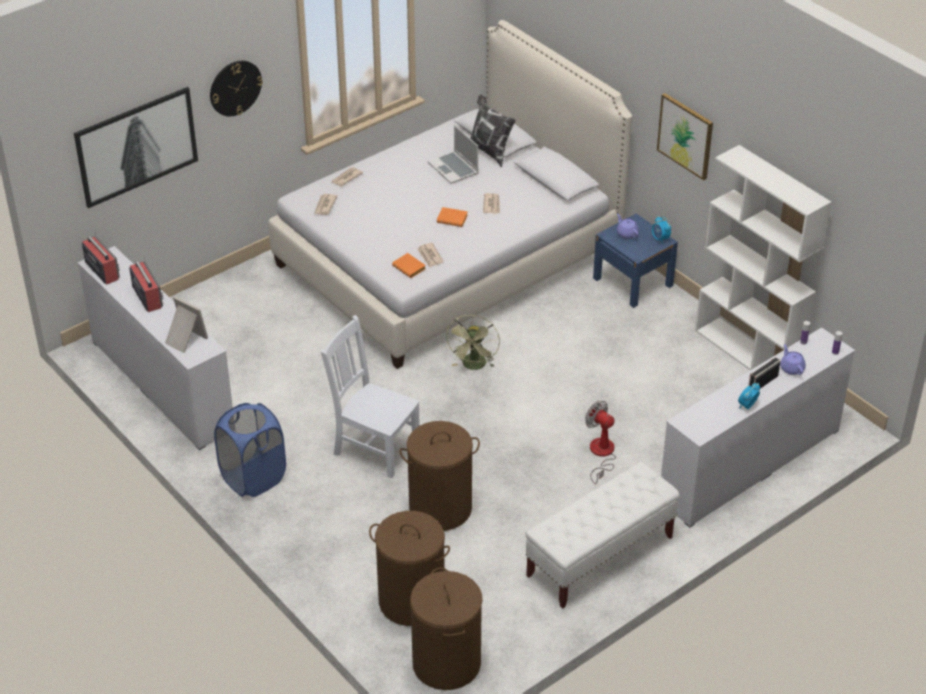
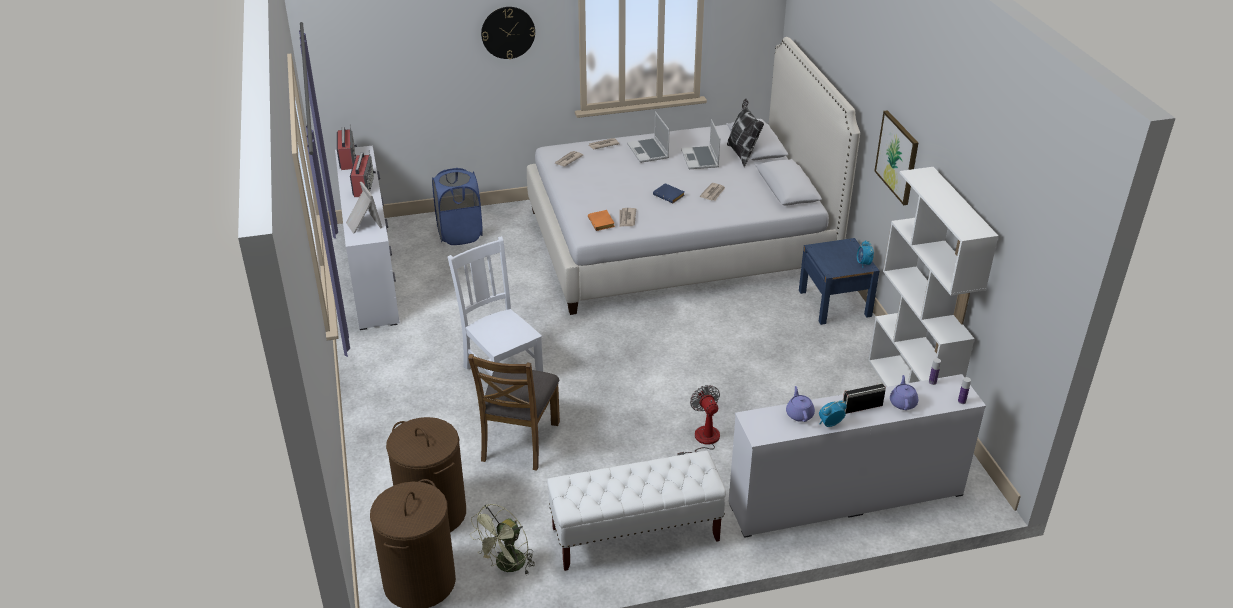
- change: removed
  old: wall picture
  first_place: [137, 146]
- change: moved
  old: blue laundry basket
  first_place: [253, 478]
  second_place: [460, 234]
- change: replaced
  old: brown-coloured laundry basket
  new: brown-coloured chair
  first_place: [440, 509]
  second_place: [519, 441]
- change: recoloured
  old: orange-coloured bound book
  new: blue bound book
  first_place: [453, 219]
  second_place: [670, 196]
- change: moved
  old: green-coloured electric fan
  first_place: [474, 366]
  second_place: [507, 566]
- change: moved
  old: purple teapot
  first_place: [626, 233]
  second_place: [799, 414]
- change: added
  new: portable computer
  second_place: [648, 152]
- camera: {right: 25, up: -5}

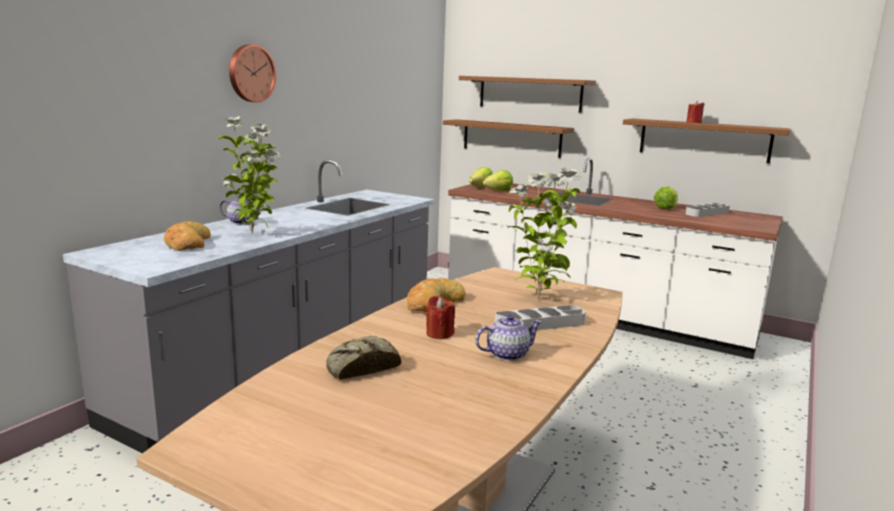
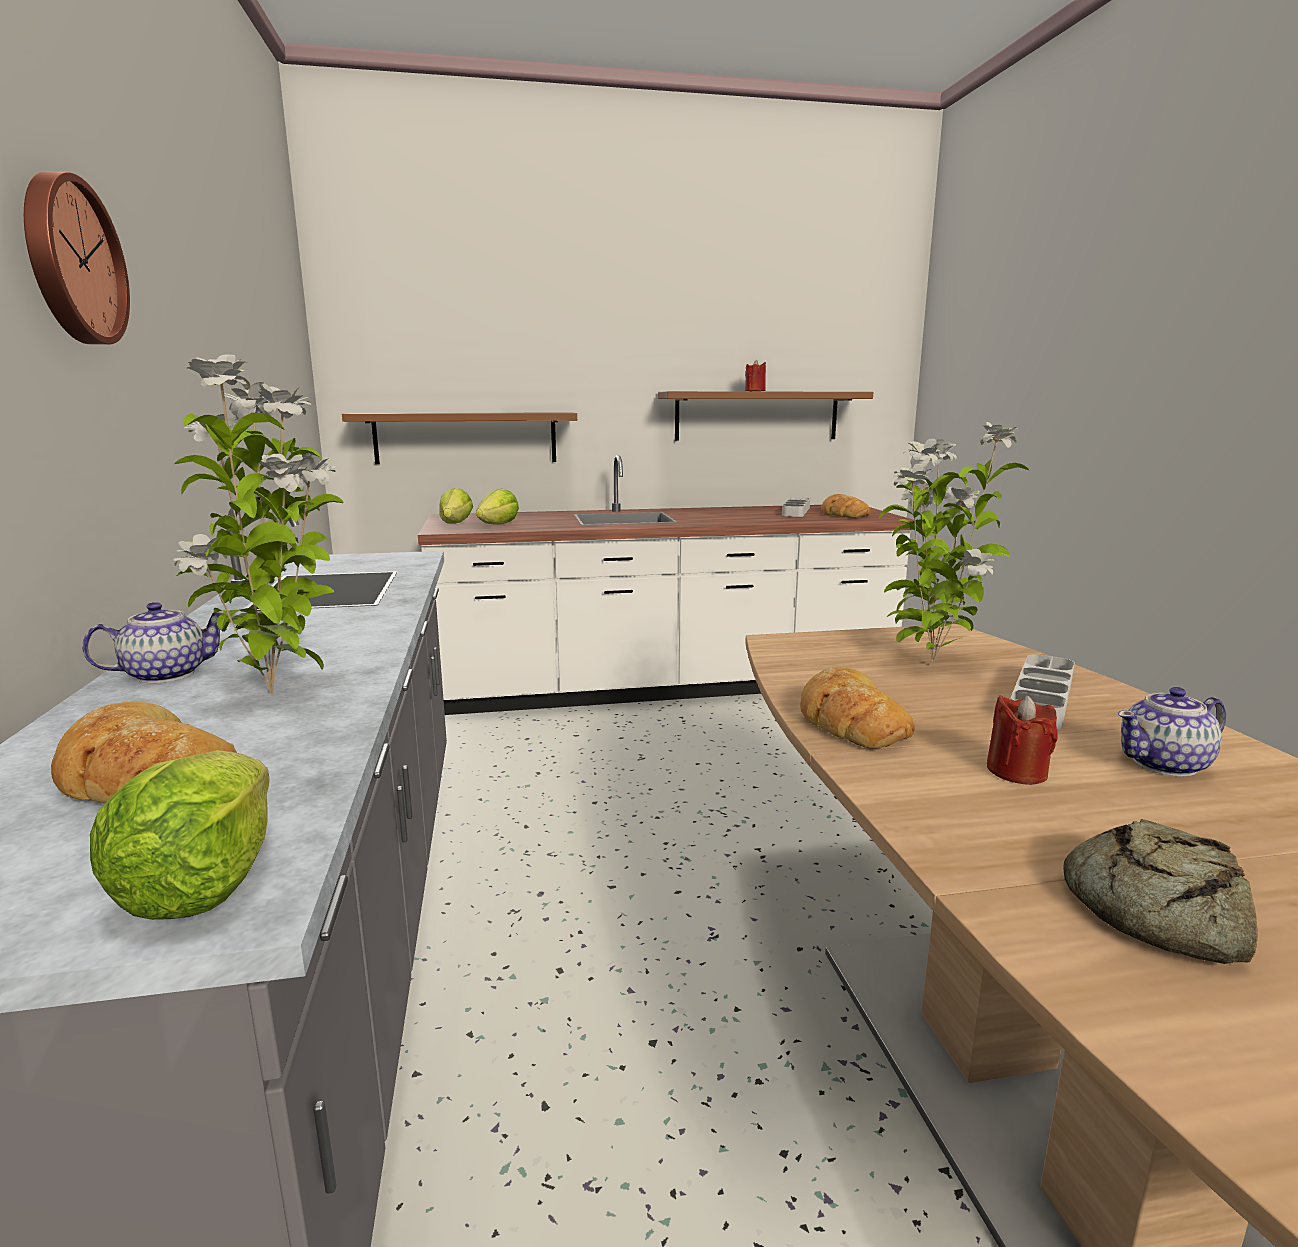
- change: removed
  old: brown-coloured bracket shelf
  first_place: [530, 93]
- change: turned
  old: teapot
  first_place: [506, 354]
  second_place: [1165, 764]
  degrees: -135
- change: moved
  old: lettuce head
  first_place: [666, 208]
  second_place: [204, 882]
- change: added
  new: bread
  second_place: [843, 514]
- camera: {right: -40, up: 0}

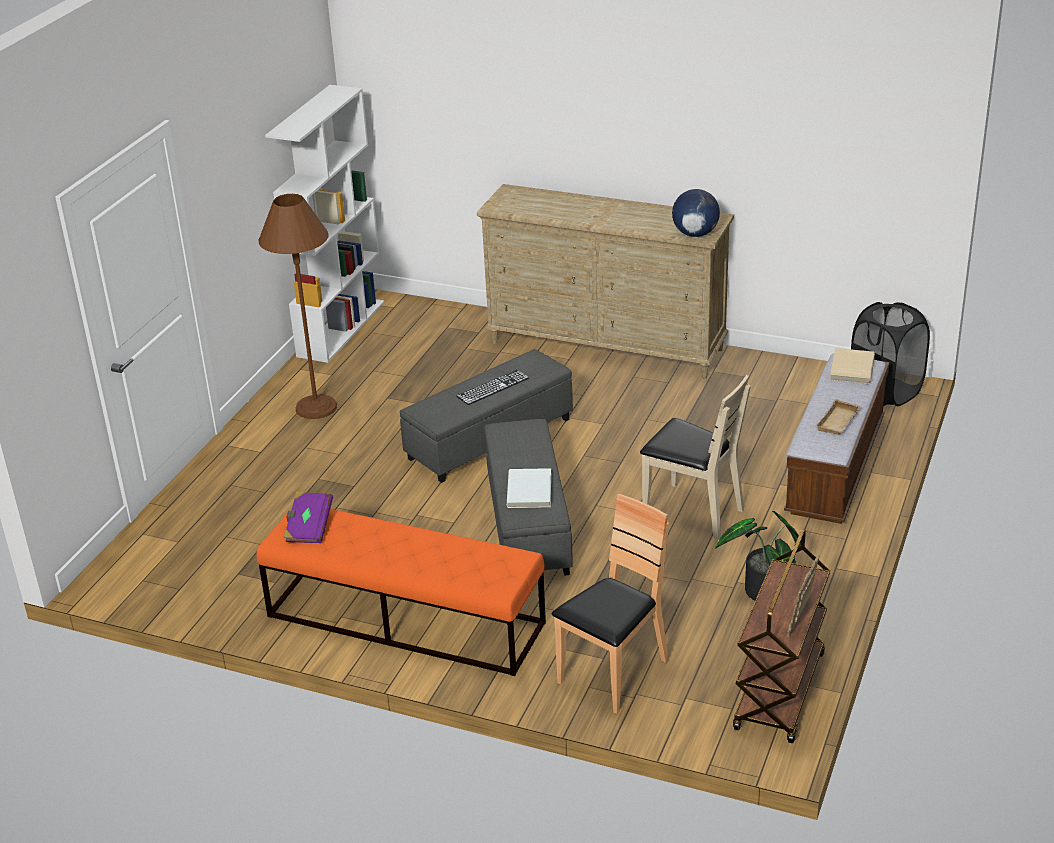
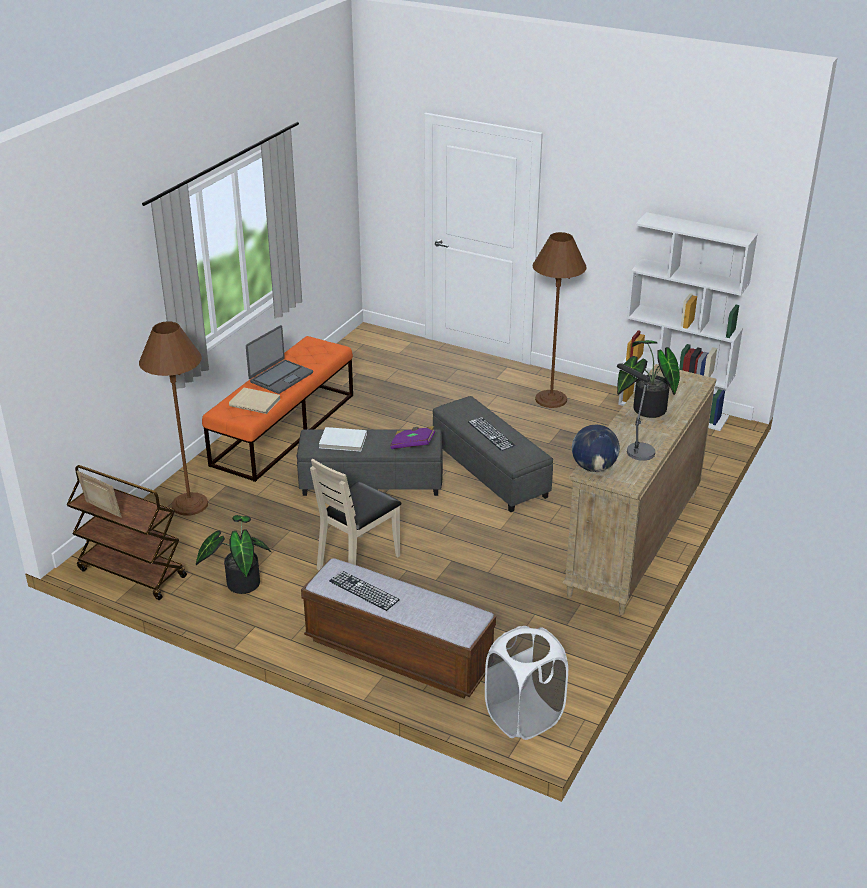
- change: moved
  old: purple bound book
  first_place: [308, 527]
  second_place: [412, 445]
- change: replaced
  old: brown-coloured chair
  new: brown-coloured standing lamp
  first_place: [614, 673]
  second_place: [189, 504]
- change: replaced
  old: beige serving tray
  new: keyboard
  first_place: [839, 422]
  second_place: [363, 590]
- change: moved
  old: beige bound book
  first_place: [851, 368]
  second_place: [255, 402]
- change: recoloured
  old: black-coloured laundry basket
  new: white-coloured laundry basket
  first_place: [885, 391]
  second_place: [524, 717]
- change: added
  new: portable computer
  second_place: [280, 377]
- change: added
  new: potted plant
  second_place: [645, 409]
- change: added
  new: tabletop lamp
  second_place: [635, 448]
- camera: {right: 95, up: 0}

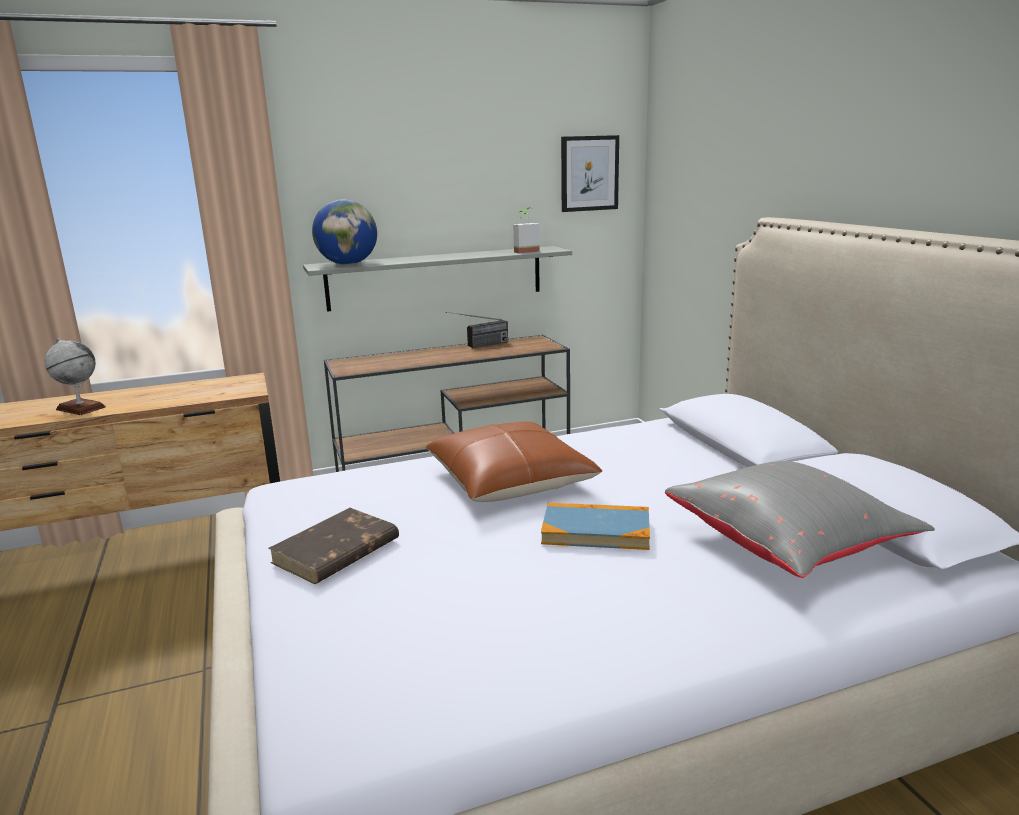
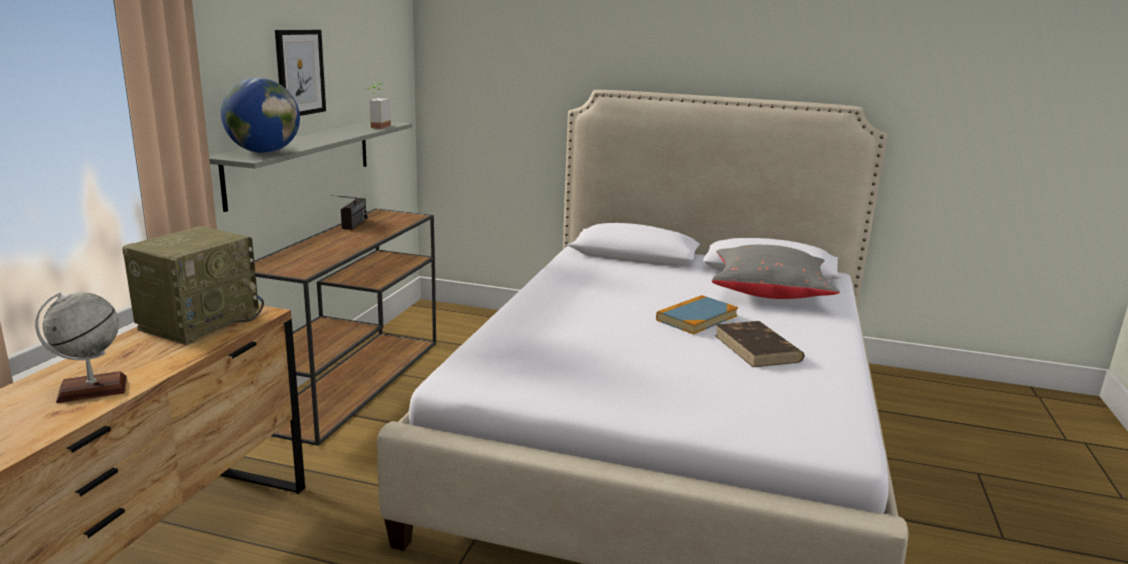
- change: moved
  old: brown-coloured bound book
  first_place: [335, 551]
  second_place: [757, 348]
- change: removed
  old: brown-coloured throw pillow
  first_place: [510, 480]
- change: moved
  old: wall picture
  first_place: [589, 173]
  second_place: [300, 72]
- change: added
  new: radio
  second_place: [199, 322]
- camera: {right: -55, up: 0}

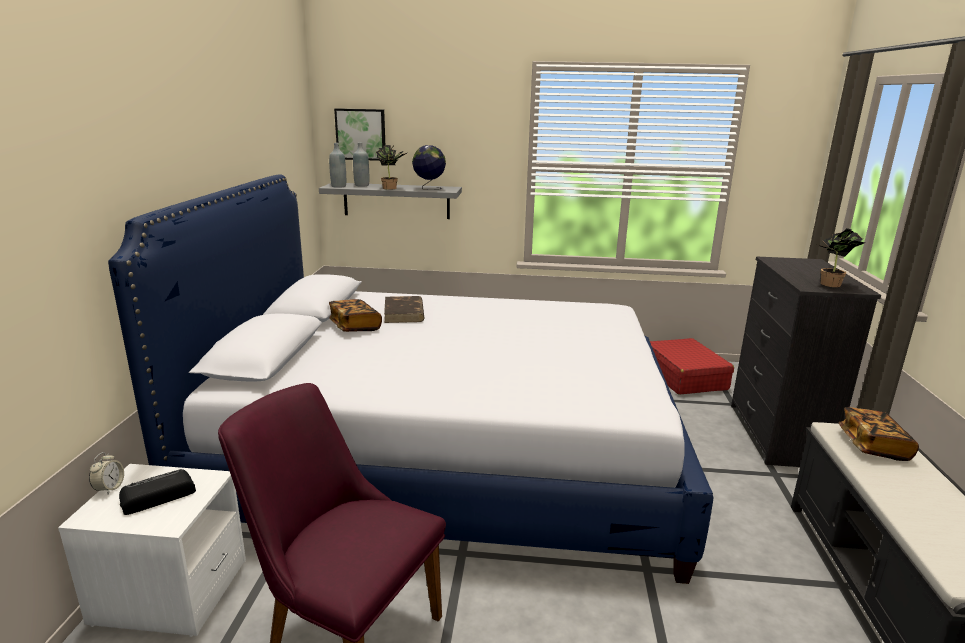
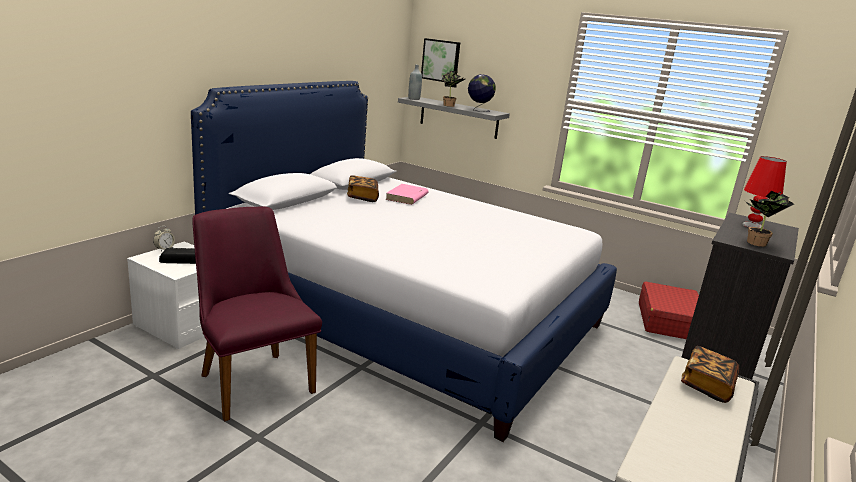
- change: removed
  old: greyish bottle
  first_place: [362, 185]
- change: recoloured
  old: brown-coloured bound book
  new: pinkish bound book
  first_place: [404, 313]
  second_place: [407, 197]
- change: added
  new: reddish tabletop lamp
  second_place: [752, 226]
- camera: {right: 25, up: 0}

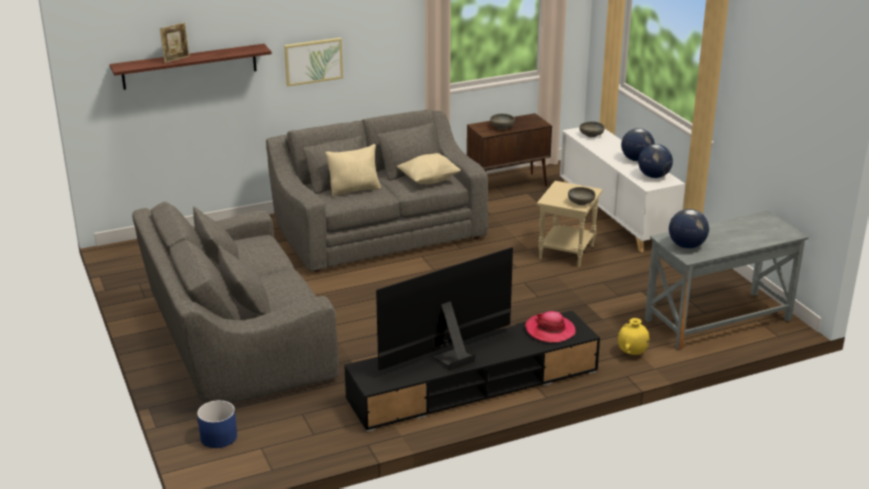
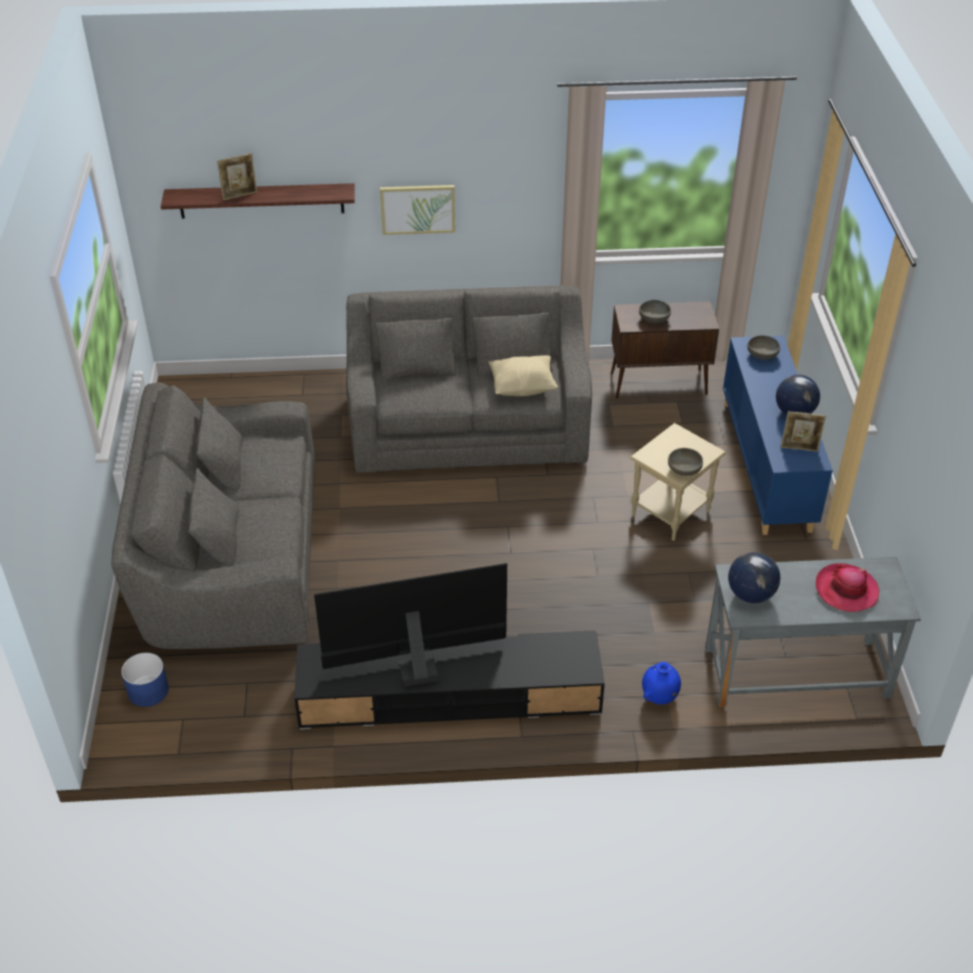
- change: removed
  old: beige throw pillow
  first_place: [354, 189]
- change: moved
  old: wearable hat
  first_place: [550, 330]
  second_place: [846, 590]
- change: recoloured
  old: white-coloured storage cabinet
  new: blue storage cabinet
  first_place: [616, 215]
  second_place: [766, 465]
- change: recoloured
  old: yellow vase
  new: blue vase
  first_place: [632, 353]
  second_place: [659, 697]
- change: replaced
  old: world globe
  new: photo frame
  first_place: [654, 176]
  second_place: [799, 448]
- camera: {right: 20, up: 15}

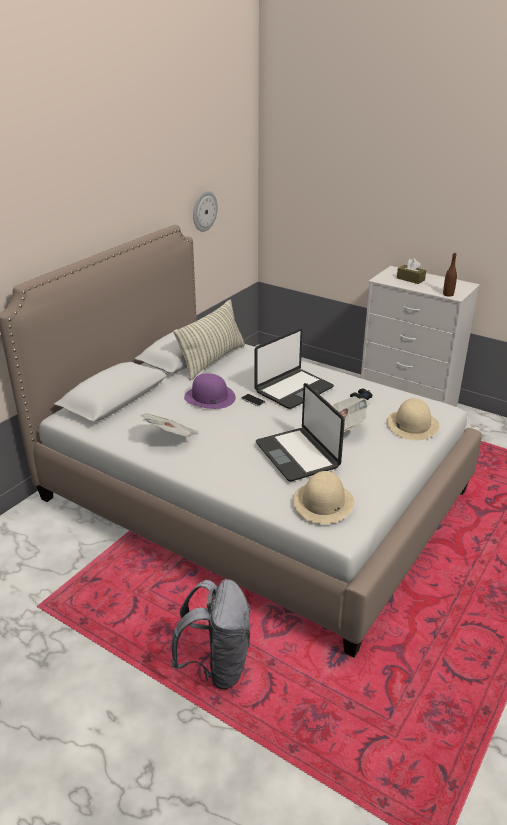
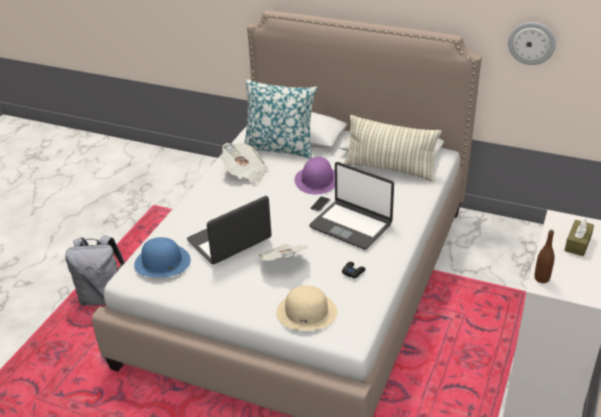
- change: recoloured
  old: beige wearable hat
  new: blue wearable hat
  first_place: [323, 502]
  second_place: [162, 262]
- change: added
  new: throw pillow
  second_place: [280, 148]
- camera: {right: 80, up: 5}

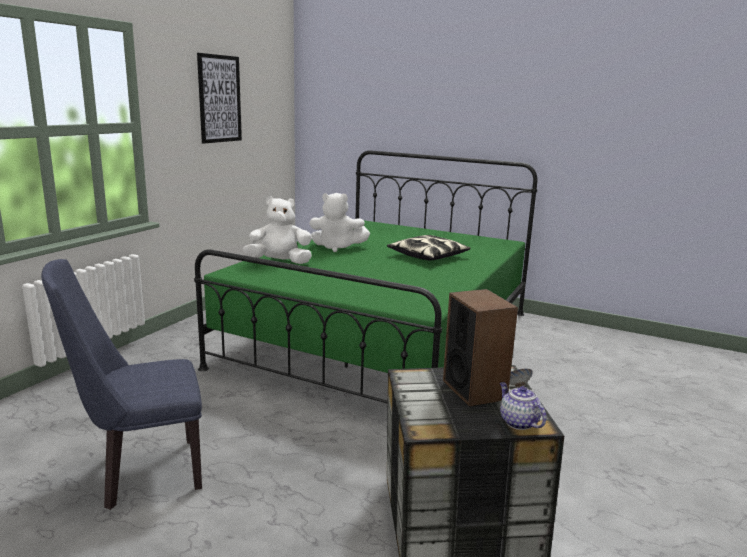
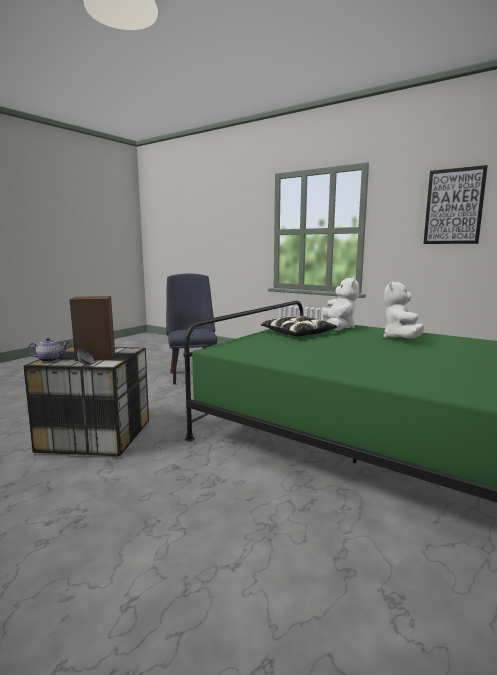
- change: moved
  old: throw pillow
  first_place: [428, 256]
  second_place: [298, 333]
- camera: {right: 100, up: -5}

